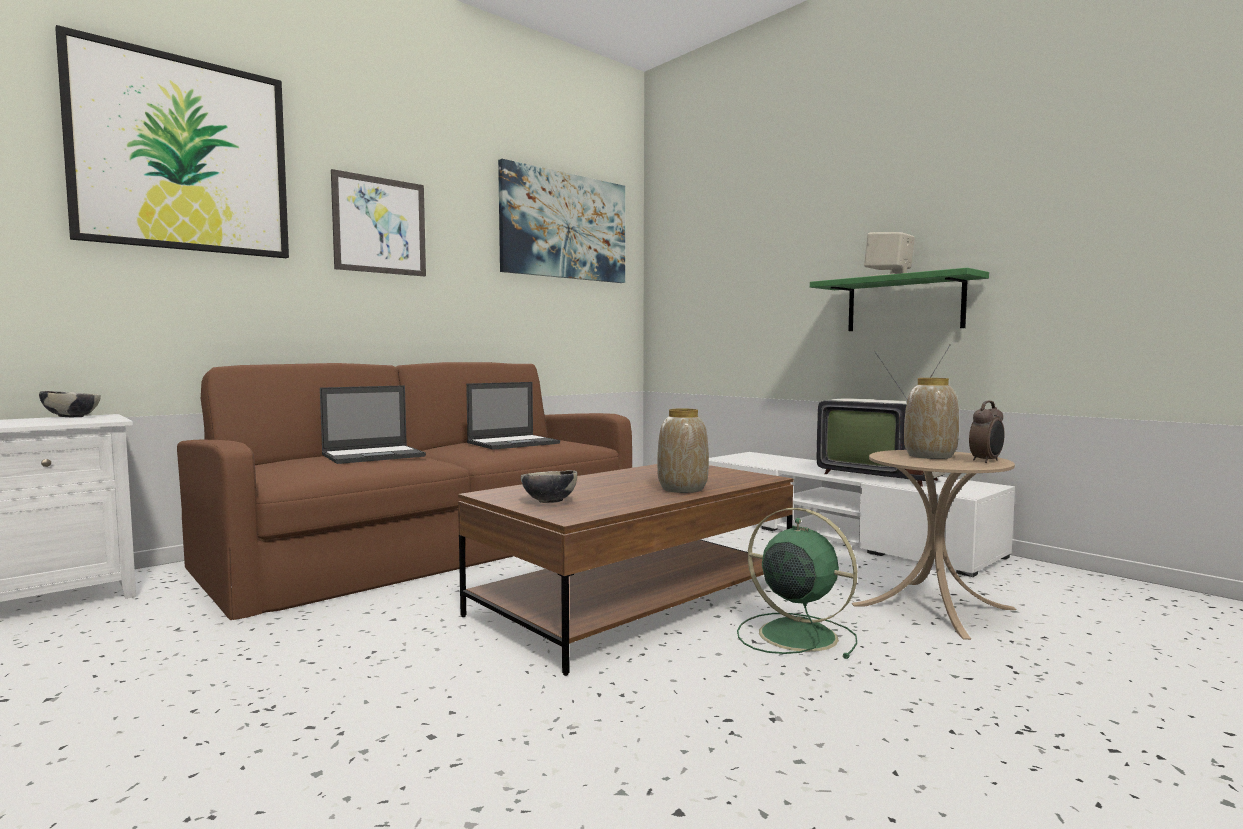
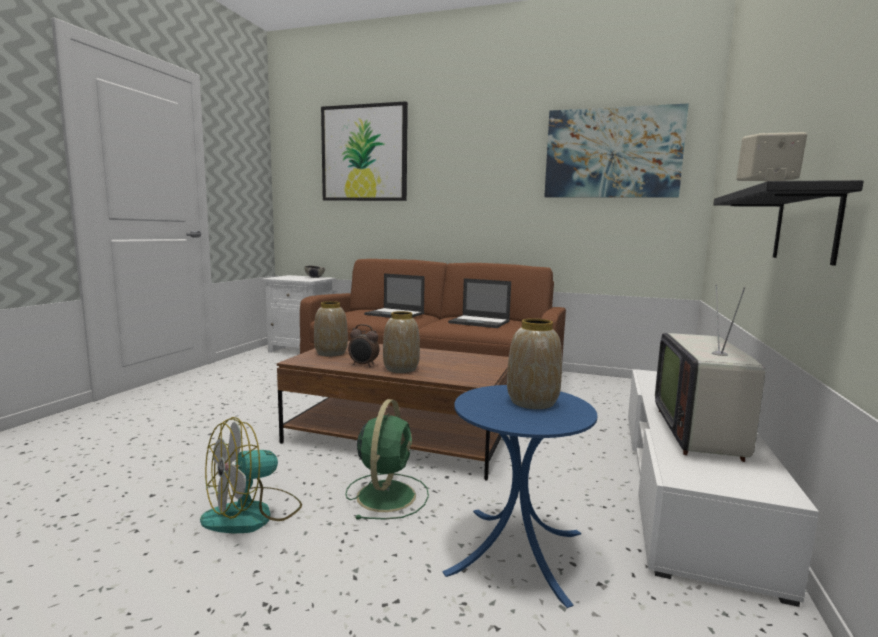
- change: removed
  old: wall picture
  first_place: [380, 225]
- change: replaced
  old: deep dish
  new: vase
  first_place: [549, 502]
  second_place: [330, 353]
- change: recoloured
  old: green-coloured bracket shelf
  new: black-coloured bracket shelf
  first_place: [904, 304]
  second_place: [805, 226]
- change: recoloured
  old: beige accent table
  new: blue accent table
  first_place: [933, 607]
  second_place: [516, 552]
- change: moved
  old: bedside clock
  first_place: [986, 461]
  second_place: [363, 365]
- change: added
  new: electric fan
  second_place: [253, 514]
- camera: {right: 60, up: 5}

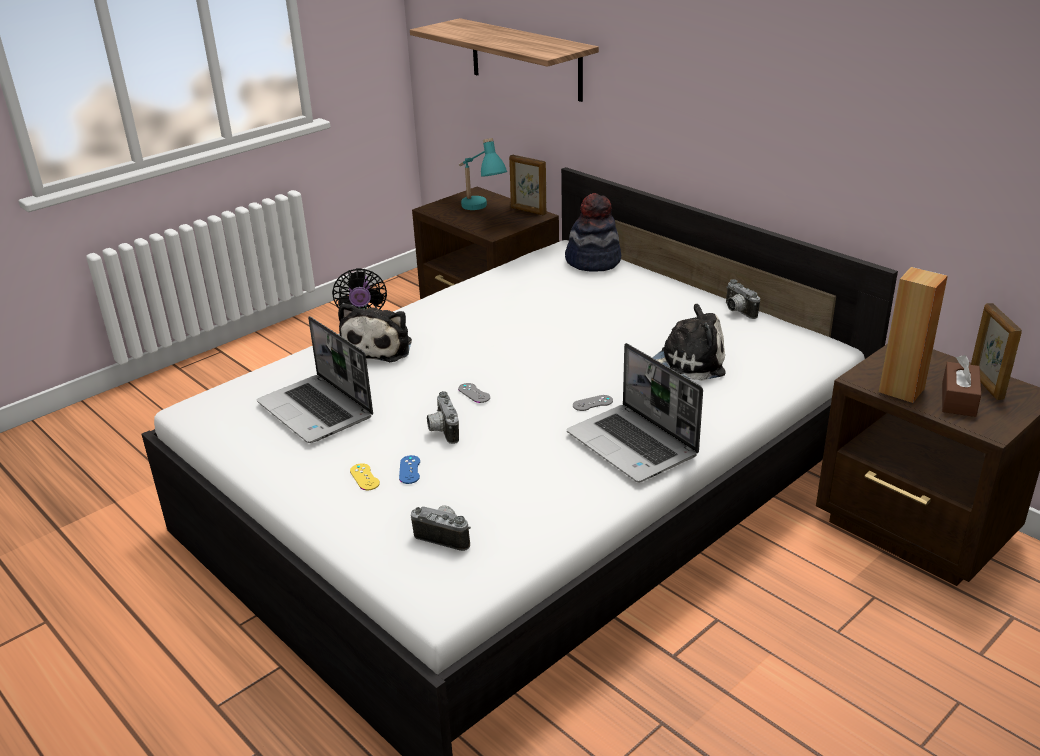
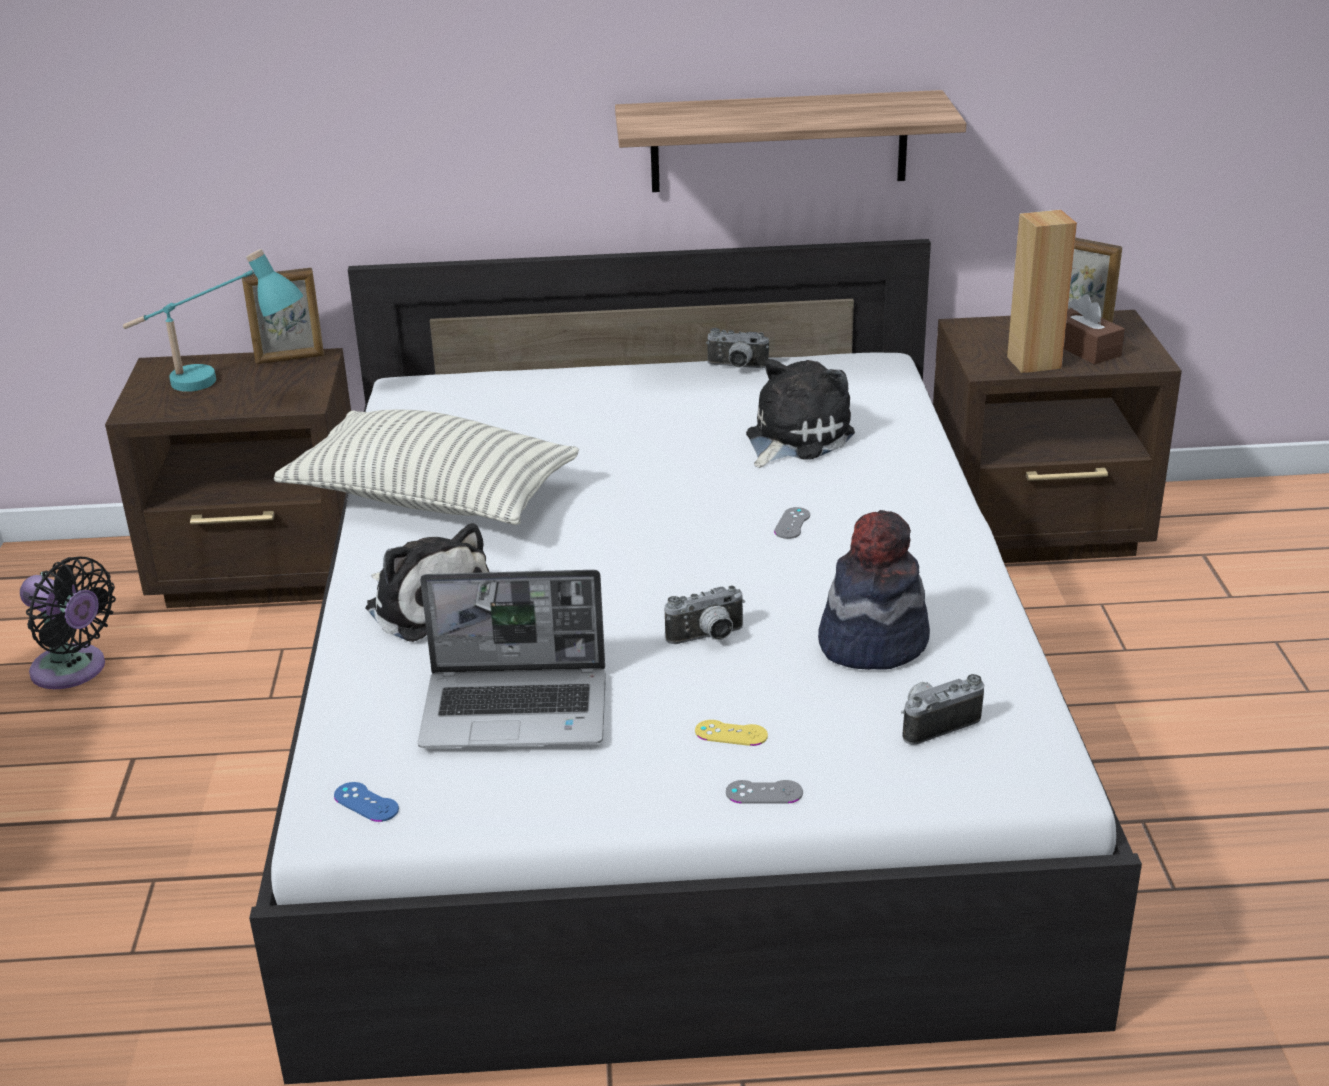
- change: moved
  old: blue joypad
  first_place: [409, 470]
  second_place: [366, 802]
- change: moved
  old: bracket shelf
  first_place: [525, 59]
  second_place: [779, 141]
- change: turned
  old: still camera
  first_place: [442, 430]
  second_place: [708, 638]
  degrees: -45
- change: moved
  old: greyish joypad
  first_place: [474, 393]
  second_place: [764, 792]
- change: moved
  old: wearable hat
  first_place: [593, 261]
  second_place: [872, 642]
- change: removed
  old: portable computer
  first_place: [633, 445]
- change: added
  new: throw pillow
  second_place: [432, 499]
- camera: {right: -50, up: 0}

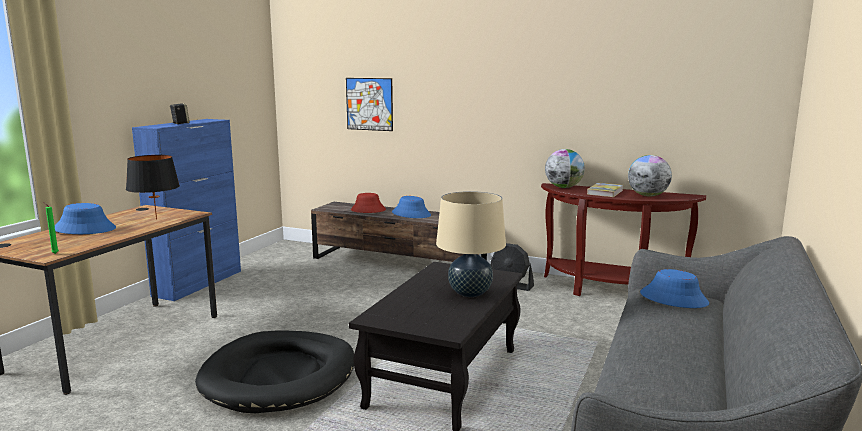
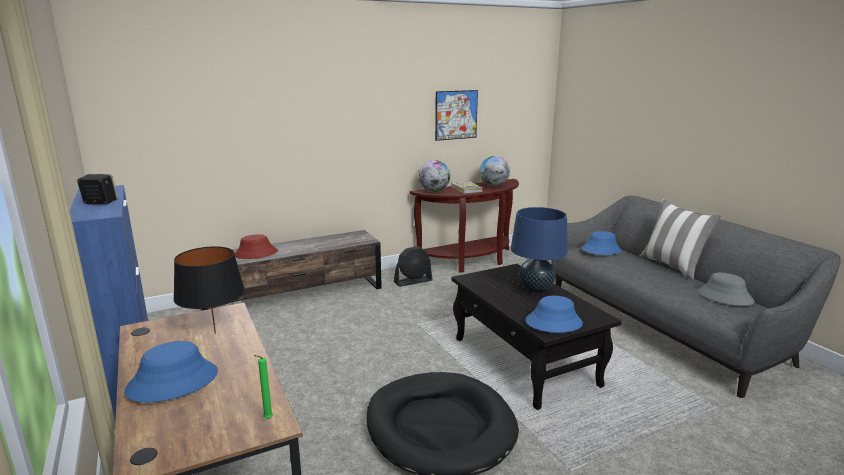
- change: moved
  old: wall picture
  first_place: [369, 104]
  second_place: [456, 115]
- change: moved
  old: blue wearable hat
  first_place: [411, 214]
  second_place: [553, 322]
- change: recoloured
  old: beige tabletop lamp
  new: blue tabletop lamp
  first_place: [470, 293]
  second_place: [536, 288]
- change: added
  new: throw pillow
  second_place: [672, 267]
- change: added
  new: greyish wearable hat
  second_place: [725, 297]
- camera: {right: -50, up: 5}

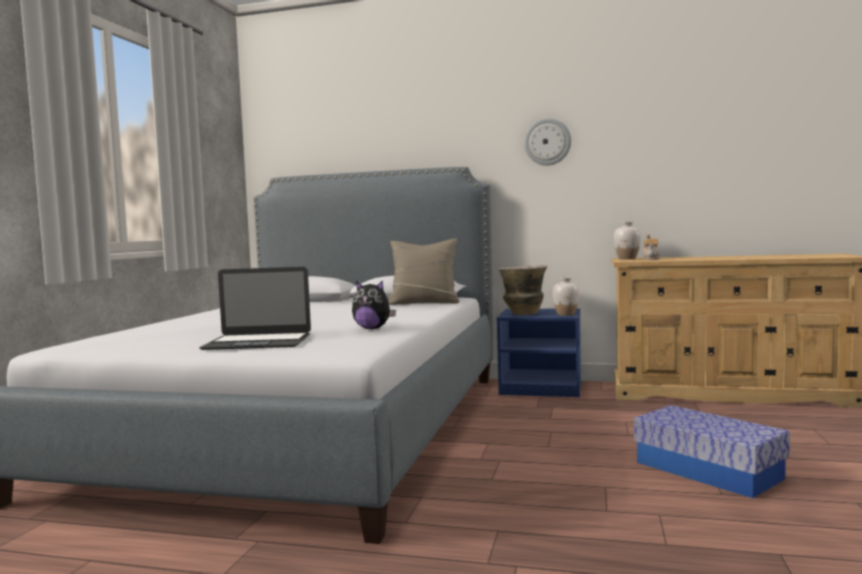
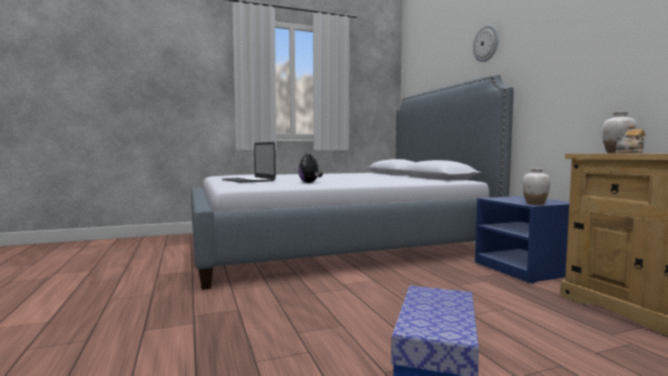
- change: removed
  old: beige throw pillow
  first_place: [424, 303]
- change: removed
  old: vase
  first_place: [523, 314]
- change: moved
  old: hanging clock
  first_place: [547, 142]
  second_place: [486, 43]
- camera: {right: 55, up: 0}

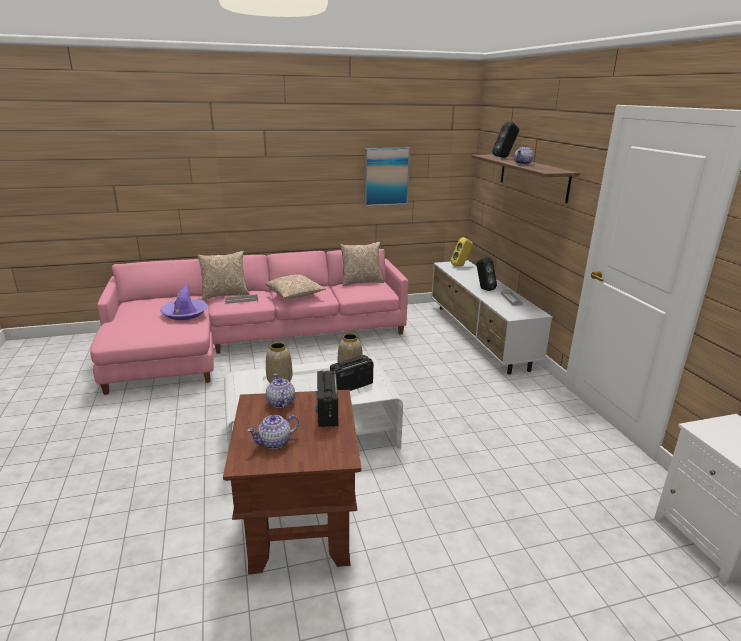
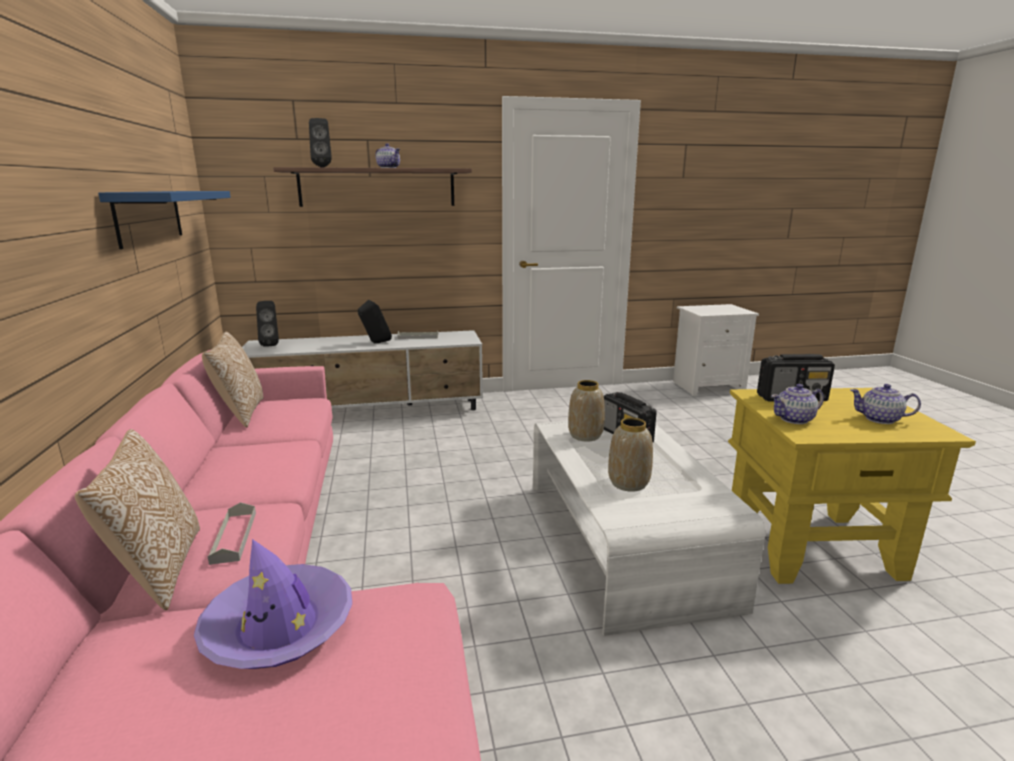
- change: recoloured
  old: brown-coloured accent table
  new: yellow accent table
  first_place: [299, 528]
  second_place: [813, 546]
- change: turned
  old: teapot
  first_place: [275, 442]
  second_place: [880, 419]
  degrees: 135
- change: removed
  old: throw pillow
  first_place: [295, 295]
- change: replaced
  old: wall picture
  new: blue bracket shelf
  first_place: [386, 176]
  second_place: [149, 216]
- change: recoloured
  old: yellow audio speaker
  new: black-coloured audio speaker
  first_place: [461, 266]
  second_place: [271, 345]
- camera: {right: -85, up: -5}

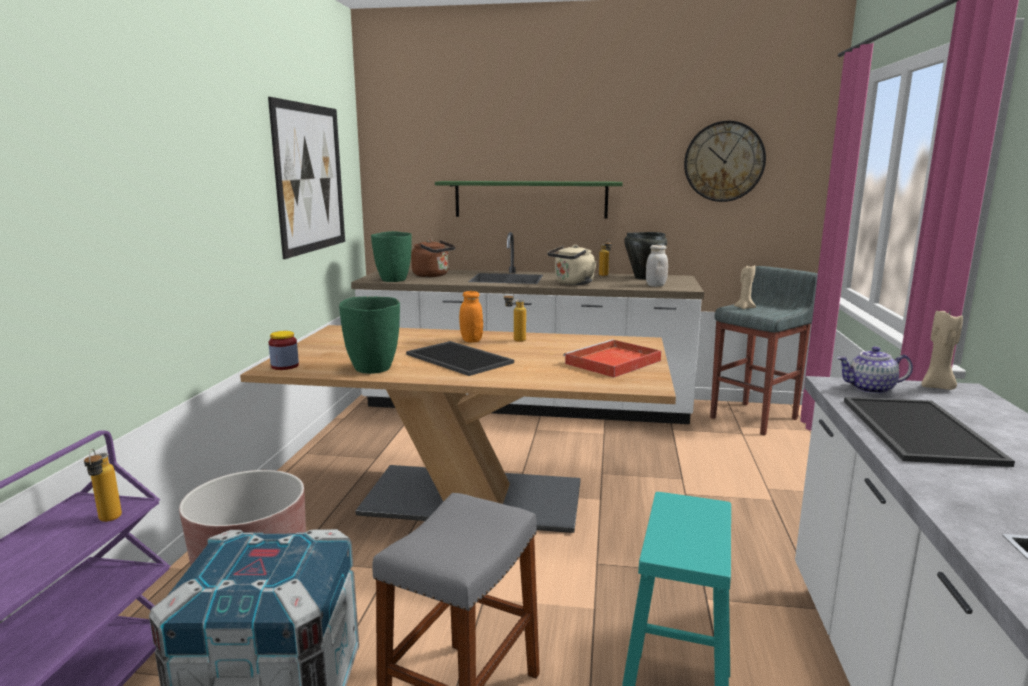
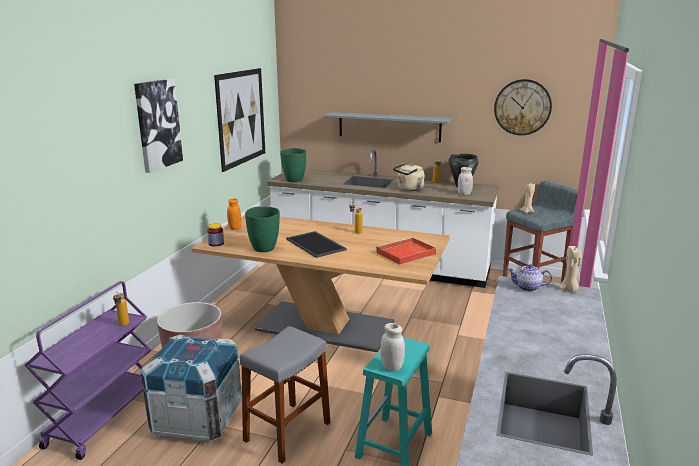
- change: removed
  old: brown-coloured tea kettle
  first_place: [433, 275]
- change: recoloured
  old: green-coloured bracket shelf
  new: greyish bracket shelf
  first_place: [530, 199]
  second_place: [389, 127]
- change: moved
  old: orange-coloured preserve jar
  first_place: [471, 340]
  second_place: [235, 228]
- change: removed
  old: serving tray
  first_place: [914, 429]
- change: added
  new: wall picture
  second_place: [157, 124]
- change: added
  new: white-coloured preserve jar
  second_place: [391, 367]
- camera: {right: 10, up: 5}

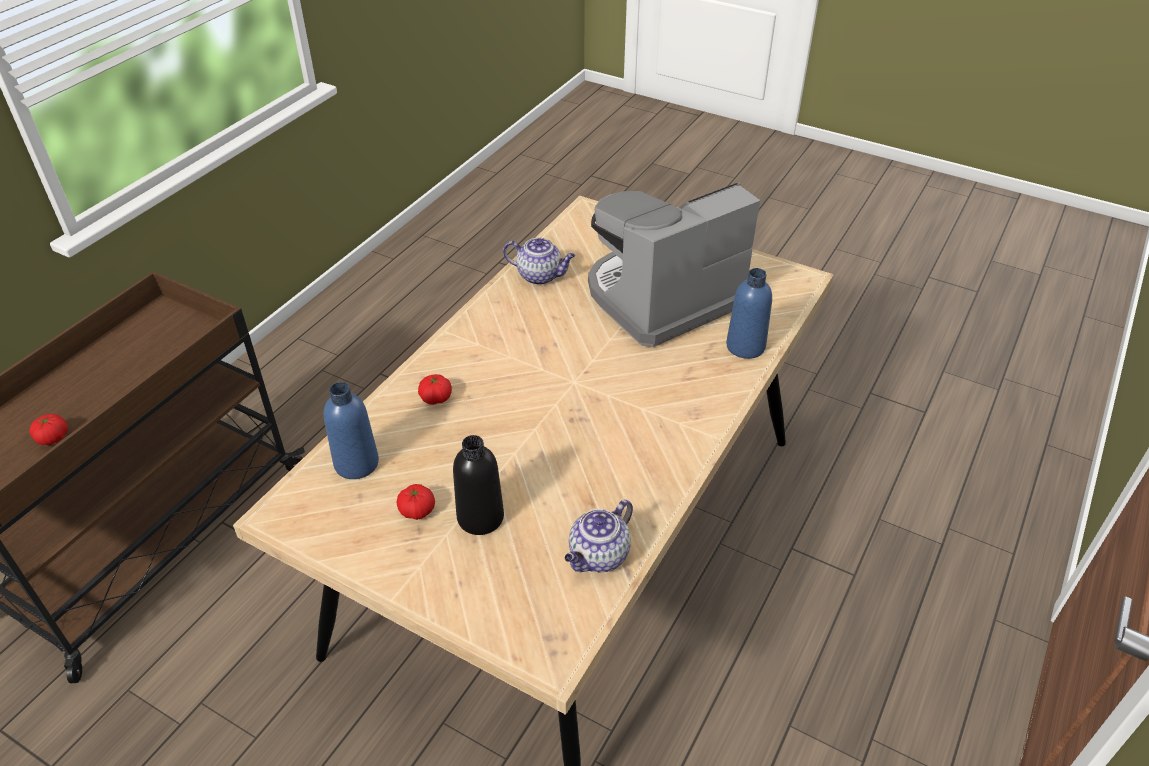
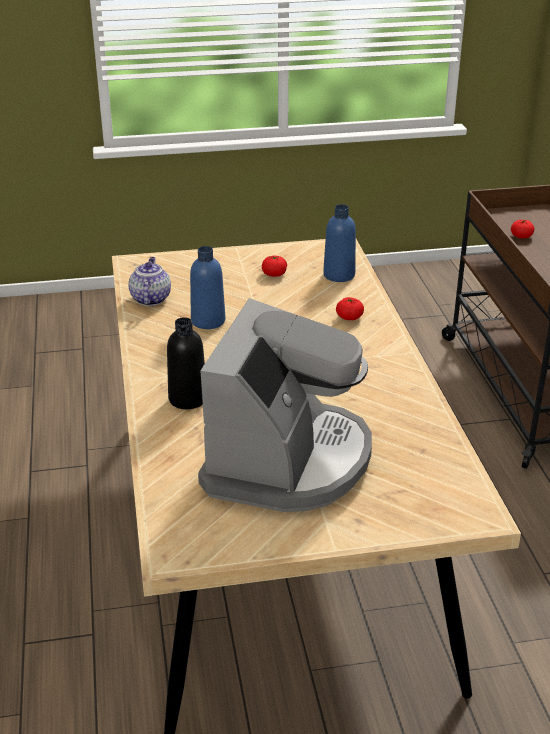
- change: moved
  old: black-coloured bottle
  first_place: [480, 517]
  second_place: [188, 399]
- change: removed
  old: teapot
  first_place: [540, 275]
- change: moved
  old: blue bottle
  first_place: [745, 346]
  second_place: [208, 321]
- camera: {right: 140, up: -10}

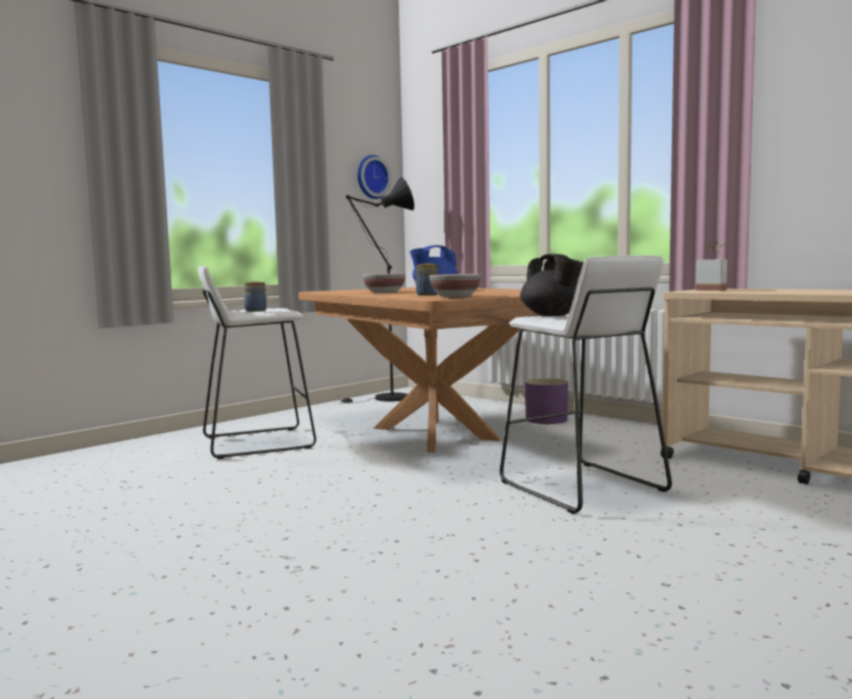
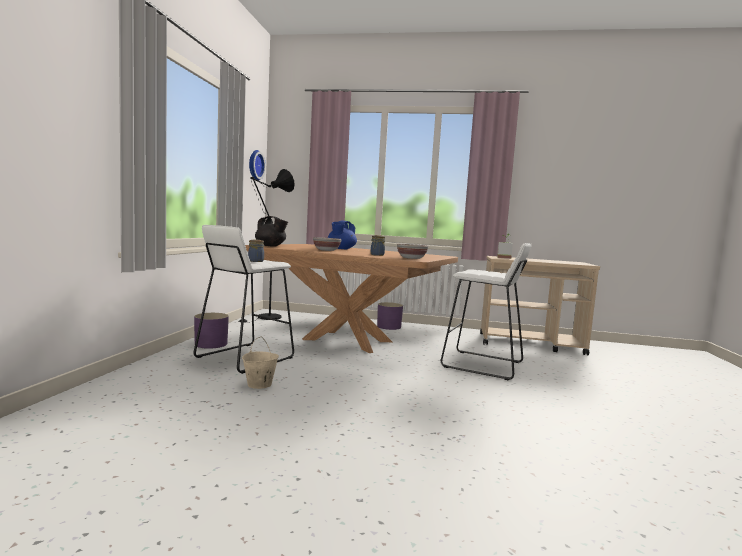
- change: moved
  old: black-coloured teapot
  first_place: [553, 315]
  second_place: [271, 246]
- change: added
  new: purple planter
  second_place: [211, 344]
- change: added
  new: beige bucket
  second_place: [259, 384]
- camera: {right: -35, up: 0}

